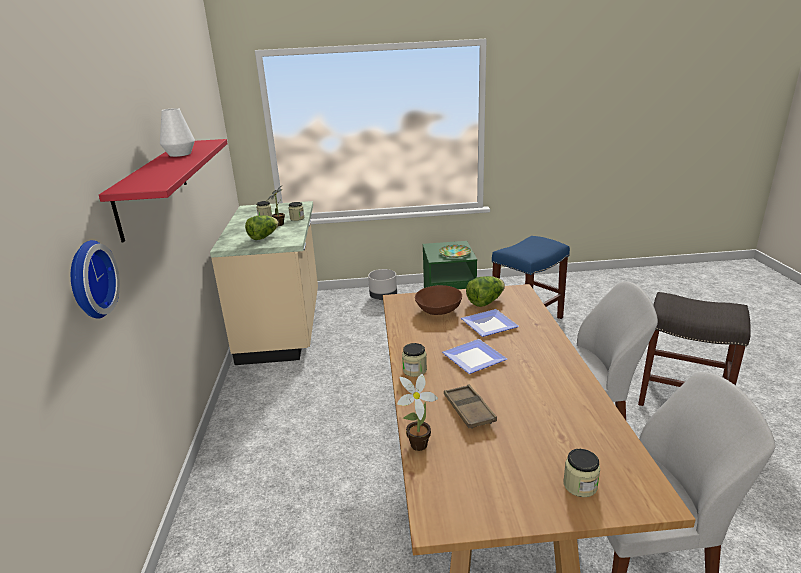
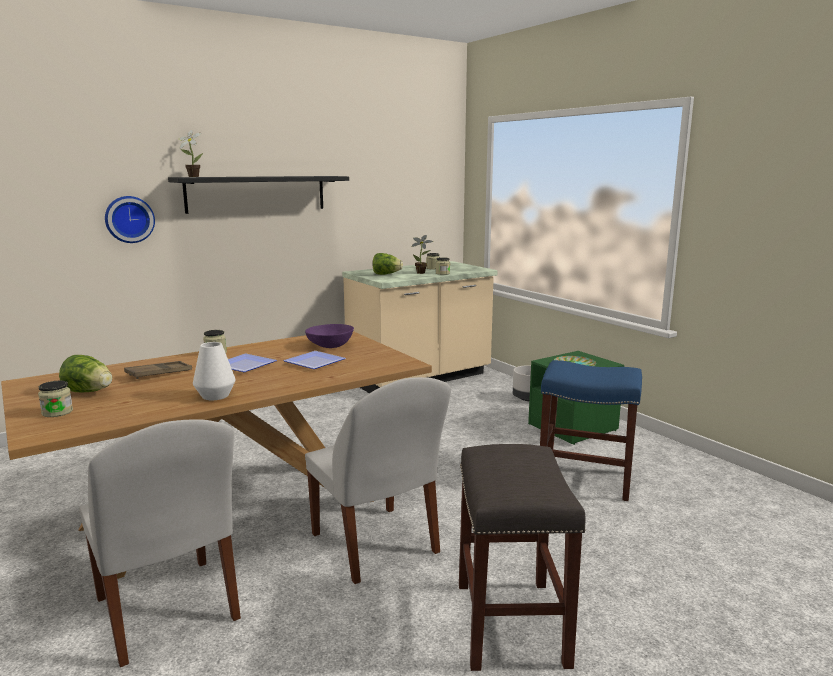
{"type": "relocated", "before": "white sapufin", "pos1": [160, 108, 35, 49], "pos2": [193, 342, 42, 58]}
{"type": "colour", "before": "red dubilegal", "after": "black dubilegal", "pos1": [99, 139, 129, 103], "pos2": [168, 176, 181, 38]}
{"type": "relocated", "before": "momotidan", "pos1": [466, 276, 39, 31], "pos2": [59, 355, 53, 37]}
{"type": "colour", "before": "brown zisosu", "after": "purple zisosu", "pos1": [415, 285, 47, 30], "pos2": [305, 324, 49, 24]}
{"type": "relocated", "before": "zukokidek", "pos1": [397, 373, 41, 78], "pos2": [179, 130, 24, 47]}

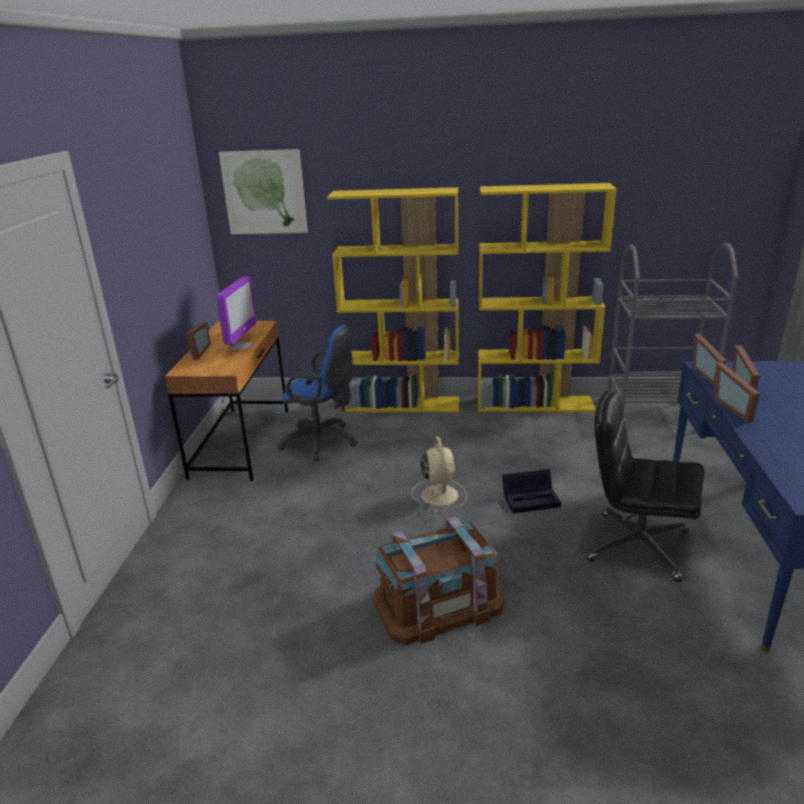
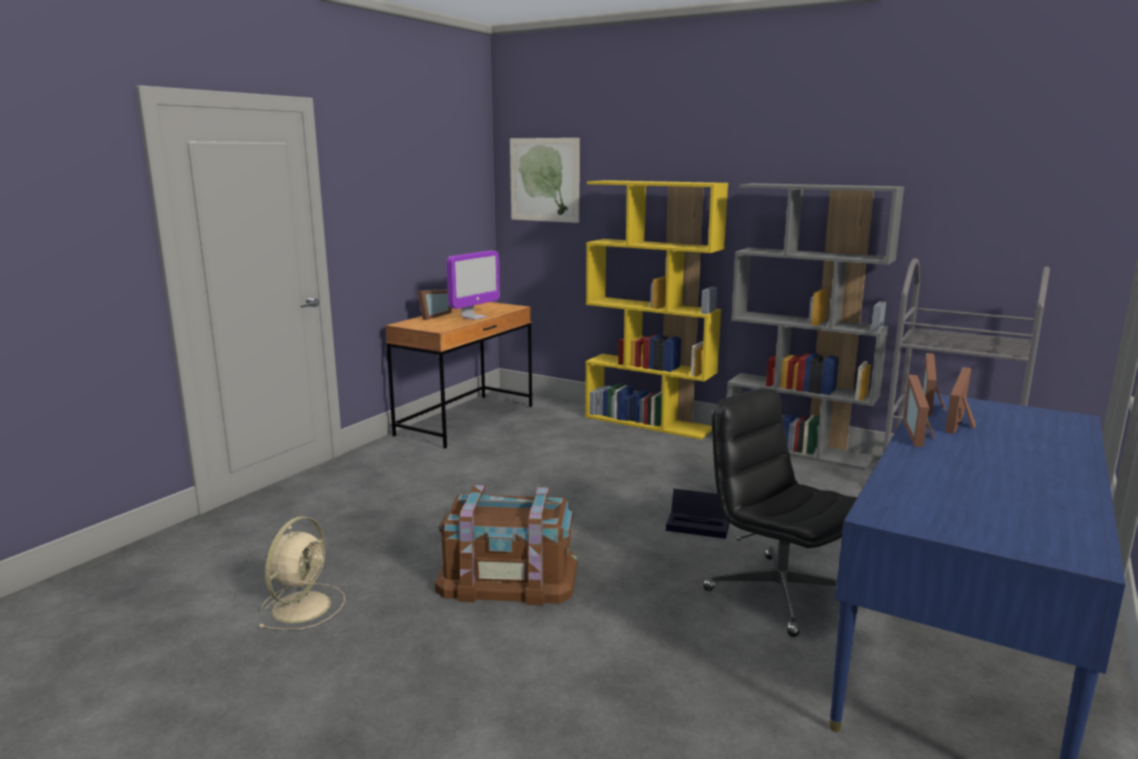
{"type": "colour", "before": "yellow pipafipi", "after": "grey pipafipi", "pos1": [478, 183, 139, 229], "pos2": [727, 183, 178, 287]}
{"type": "missing", "before": "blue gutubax", "pos1": [278, 325, 80, 136]}
{"type": "relocated", "before": "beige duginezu", "pos1": [411, 436, 56, 77], "pos2": [258, 516, 87, 114]}

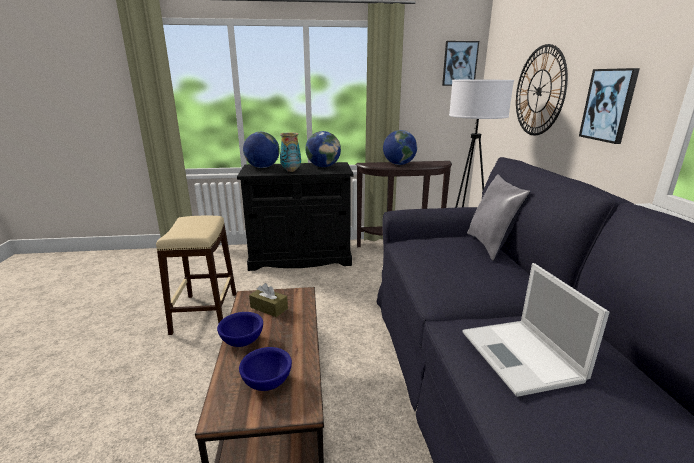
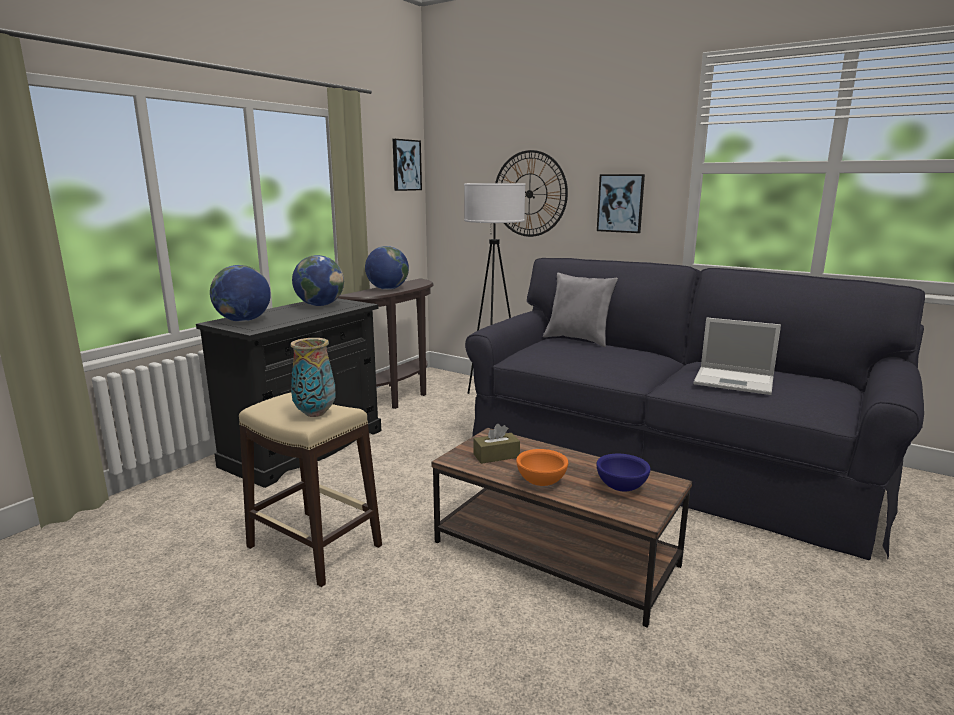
{"type": "relocated", "before": "sapufin", "pos1": [280, 132, 21, 40], "pos2": [290, 338, 46, 79]}
{"type": "colour", "before": "blue zisosu", "after": "orange zisosu", "pos1": [217, 312, 46, 35], "pos2": [516, 449, 52, 37]}

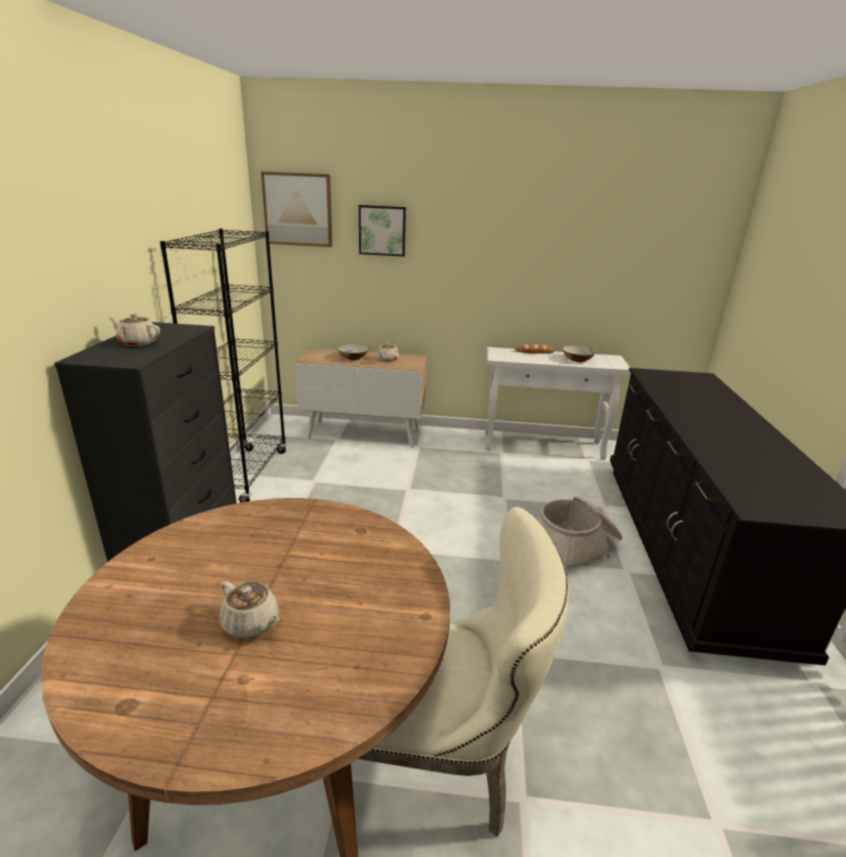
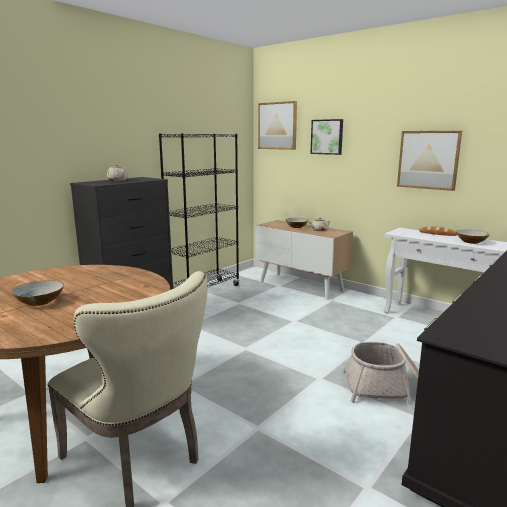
{"type": "exchanged", "before": "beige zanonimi", "after": "zisosu", "pos1": [220, 581, 59, 57], "pos2": [11, 280, 53, 26]}
{"type": "appeared", "after": "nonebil", "pos2": [397, 131, 65, 60]}

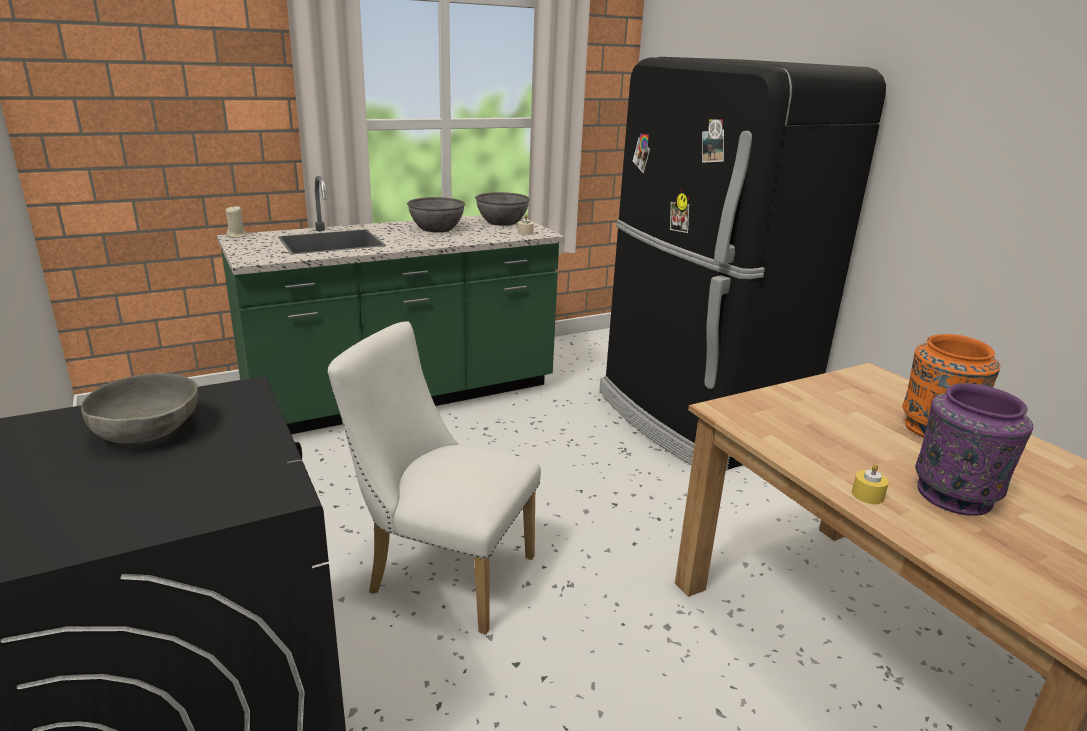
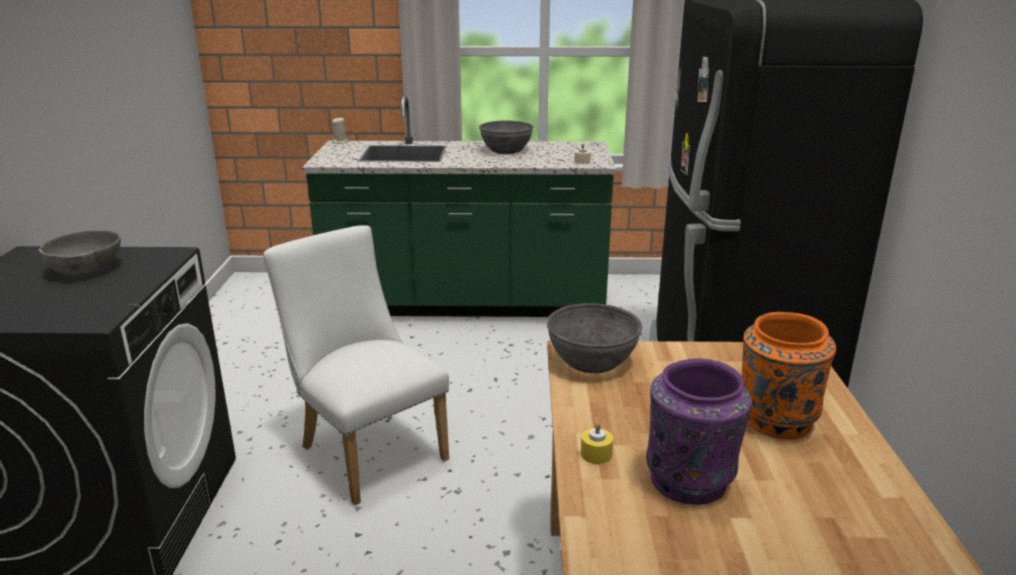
{"type": "relocated", "before": "grey zisosu", "pos1": [475, 192, 55, 34], "pos2": [546, 303, 96, 70]}

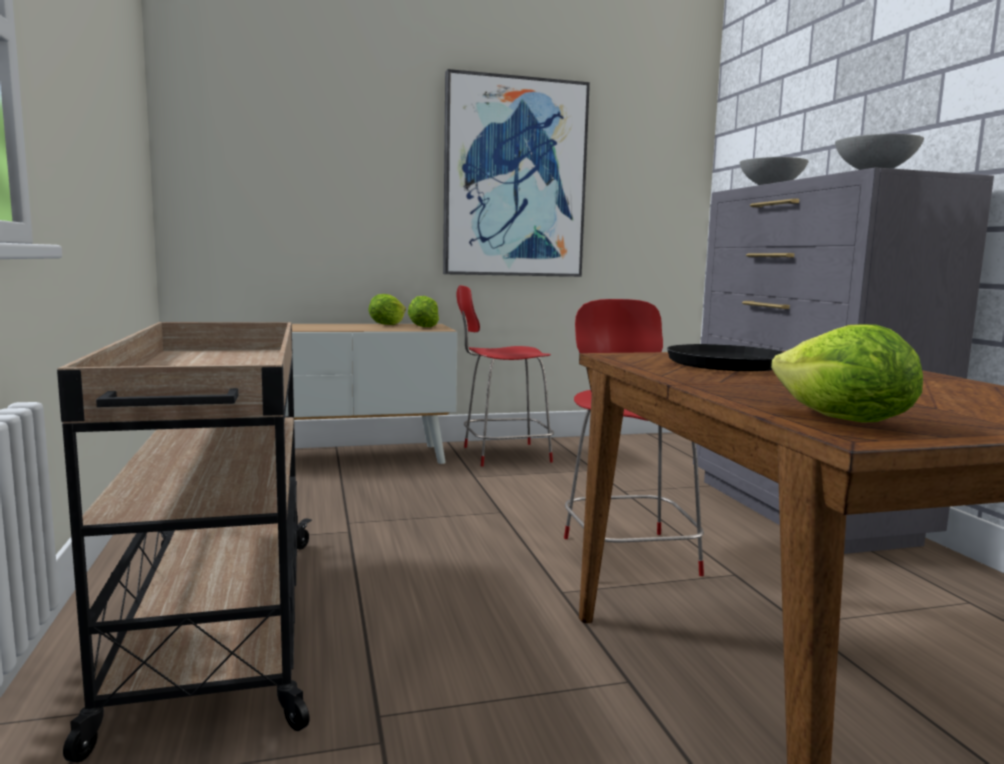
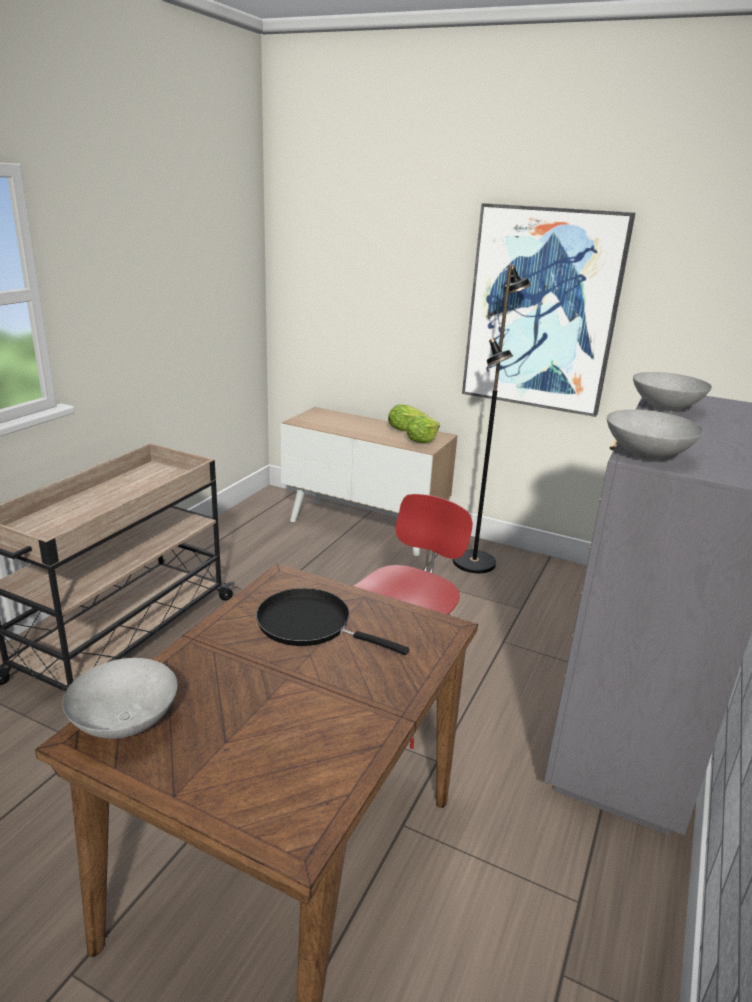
{"type": "exchanged", "before": "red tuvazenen", "after": "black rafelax", "pos1": [457, 285, 97, 182], "pos2": [453, 265, 78, 308]}
{"type": "exchanged", "before": "momotidan", "after": "grey zisosu", "pos1": [771, 324, 152, 99], "pos2": [63, 658, 114, 81]}

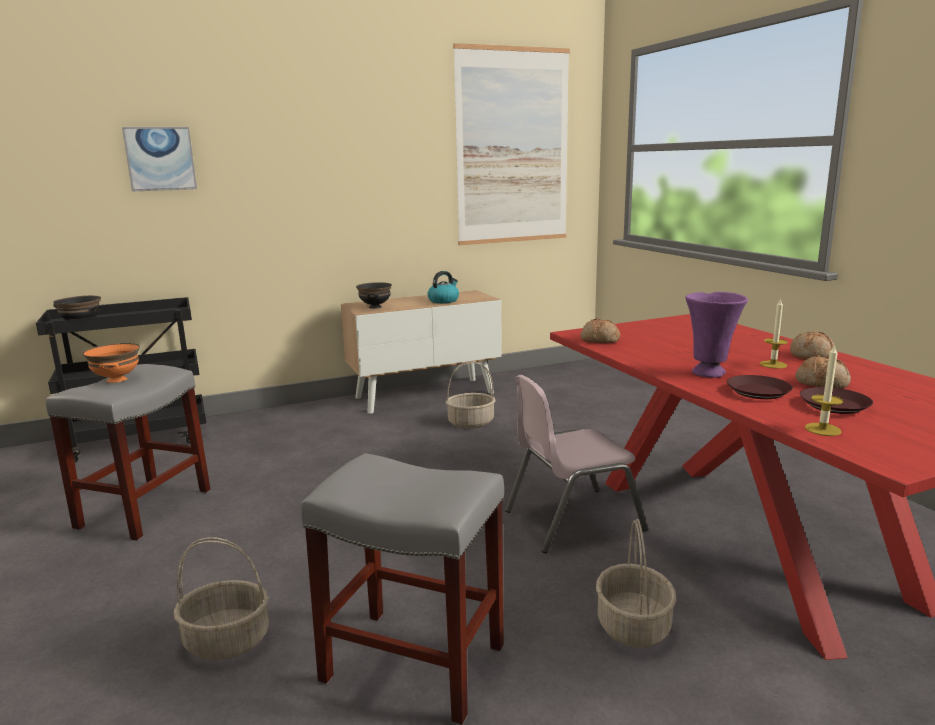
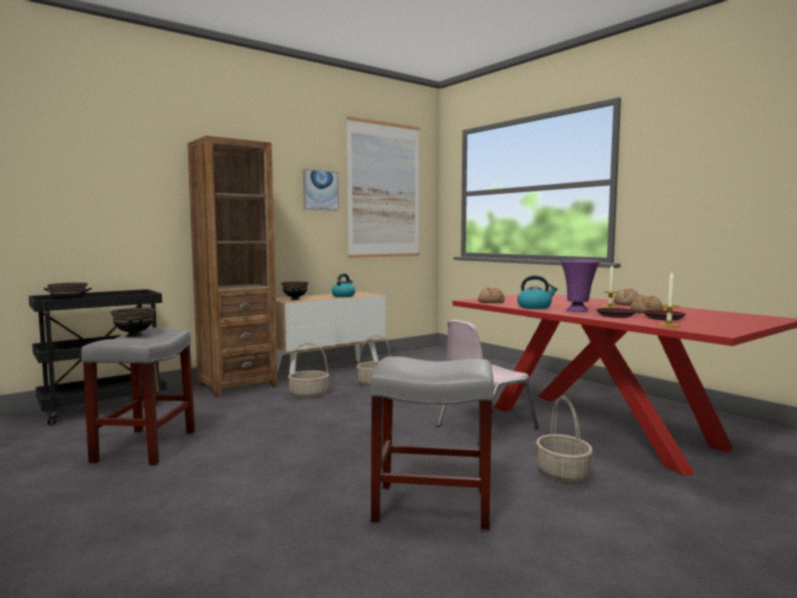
{"type": "relocated", "before": "nonebil", "pos1": [122, 127, 75, 64], "pos2": [303, 169, 36, 42]}
{"type": "colour", "before": "orange zisosu", "after": "black zisosu", "pos1": [83, 343, 57, 40], "pos2": [110, 308, 45, 29]}
{"type": "relocated", "before": "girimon", "pos1": [174, 537, 95, 123], "pos2": [288, 343, 41, 55]}
{"type": "appeared", "after": "brown pipafipi", "pos2": [187, 136, 91, 261]}
{"type": "appeared", "after": "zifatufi", "pos2": [517, 275, 41, 34]}

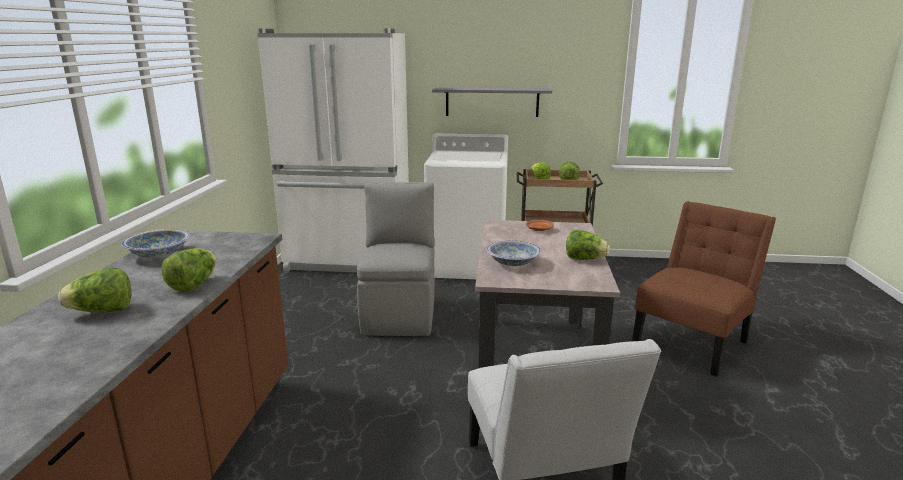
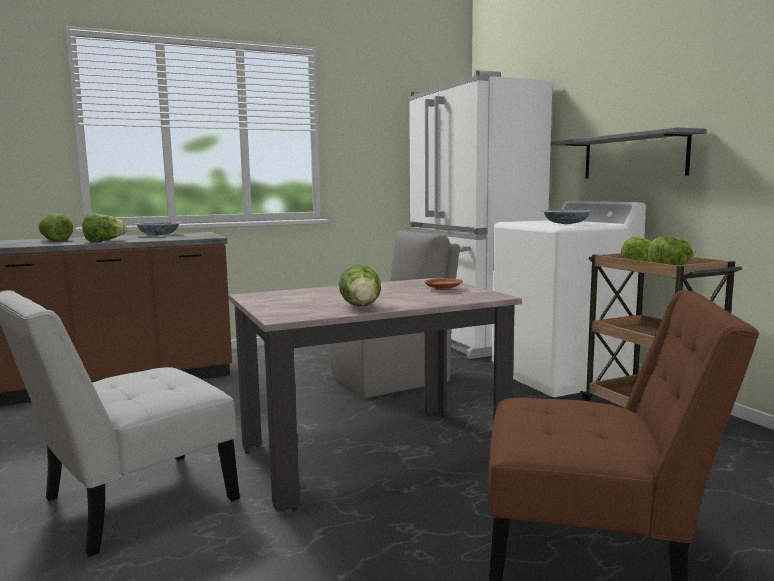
{"type": "relocated", "before": "zisosu", "pos1": [487, 240, 54, 26], "pos2": [541, 210, 52, 14]}

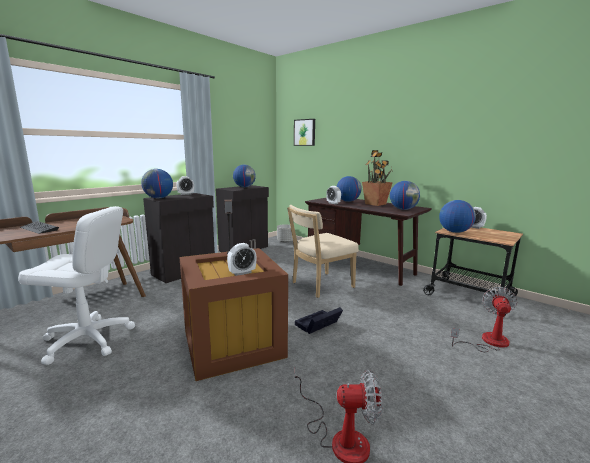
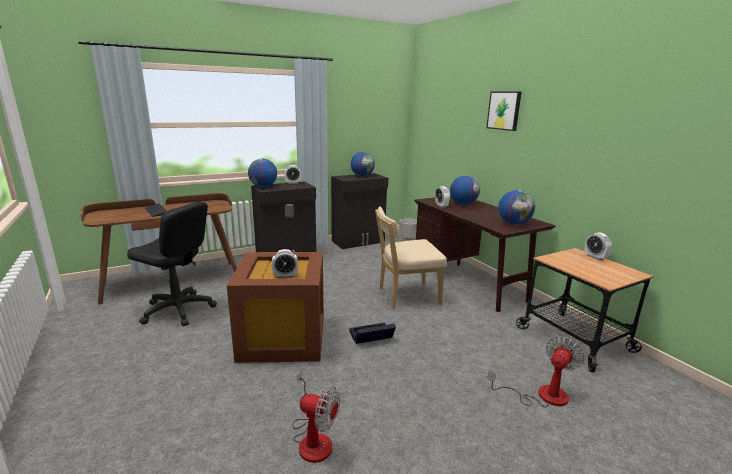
{"type": "relocated", "before": "nonebil", "pos1": [294, 119, 21, 27], "pos2": [486, 91, 36, 40]}
{"type": "missing", "before": "zukokidek", "pos1": [362, 150, 31, 56]}
{"type": "missing", "before": "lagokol", "pos1": [439, 200, 37, 33]}
{"type": "colour", "before": "white gutubax", "after": "black gutubax", "pos1": [18, 206, 117, 159], "pos2": [127, 202, 90, 124]}

